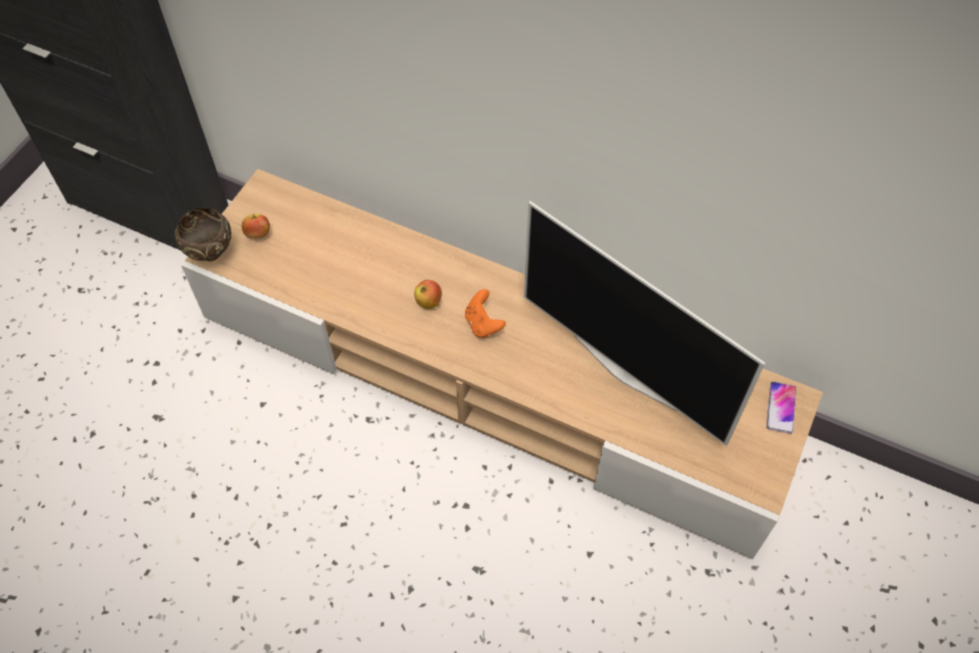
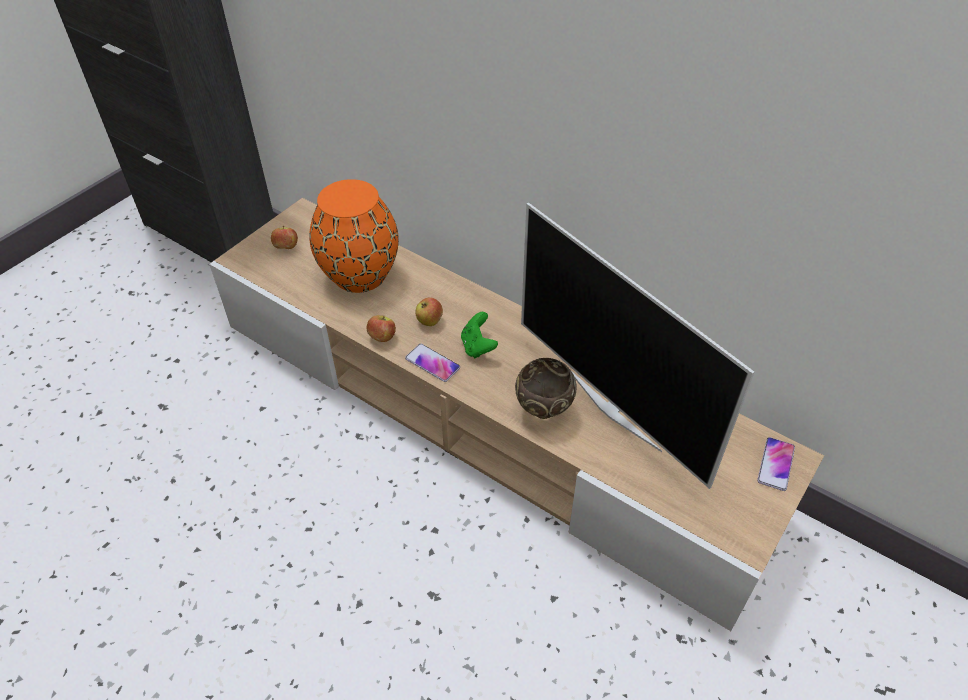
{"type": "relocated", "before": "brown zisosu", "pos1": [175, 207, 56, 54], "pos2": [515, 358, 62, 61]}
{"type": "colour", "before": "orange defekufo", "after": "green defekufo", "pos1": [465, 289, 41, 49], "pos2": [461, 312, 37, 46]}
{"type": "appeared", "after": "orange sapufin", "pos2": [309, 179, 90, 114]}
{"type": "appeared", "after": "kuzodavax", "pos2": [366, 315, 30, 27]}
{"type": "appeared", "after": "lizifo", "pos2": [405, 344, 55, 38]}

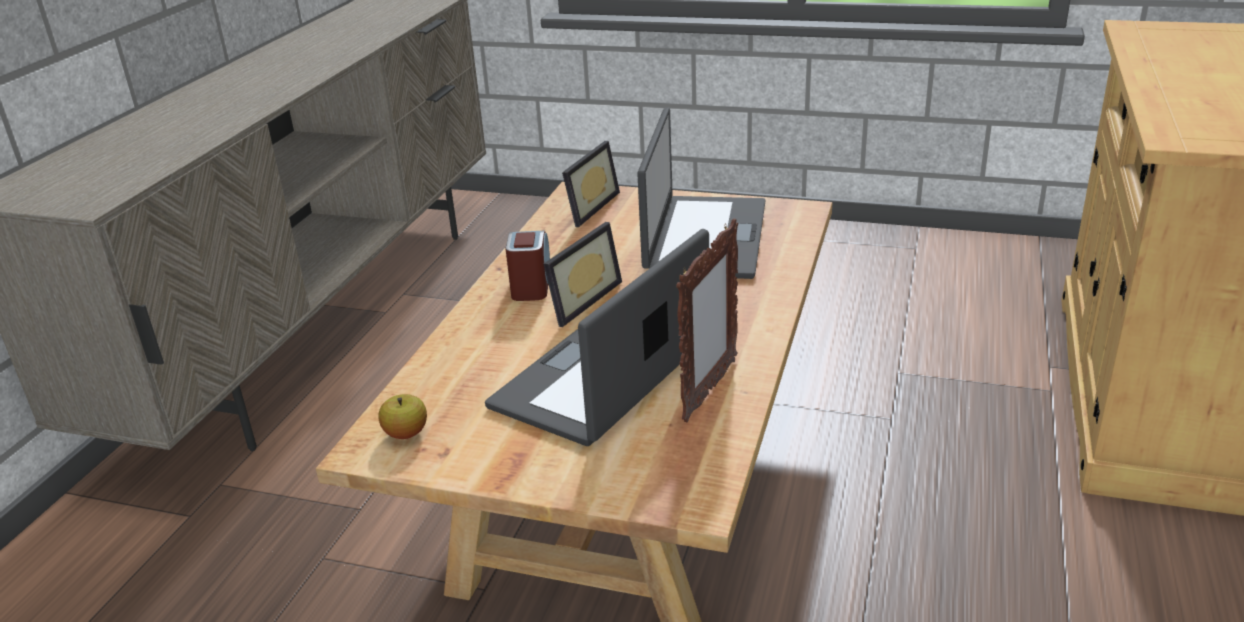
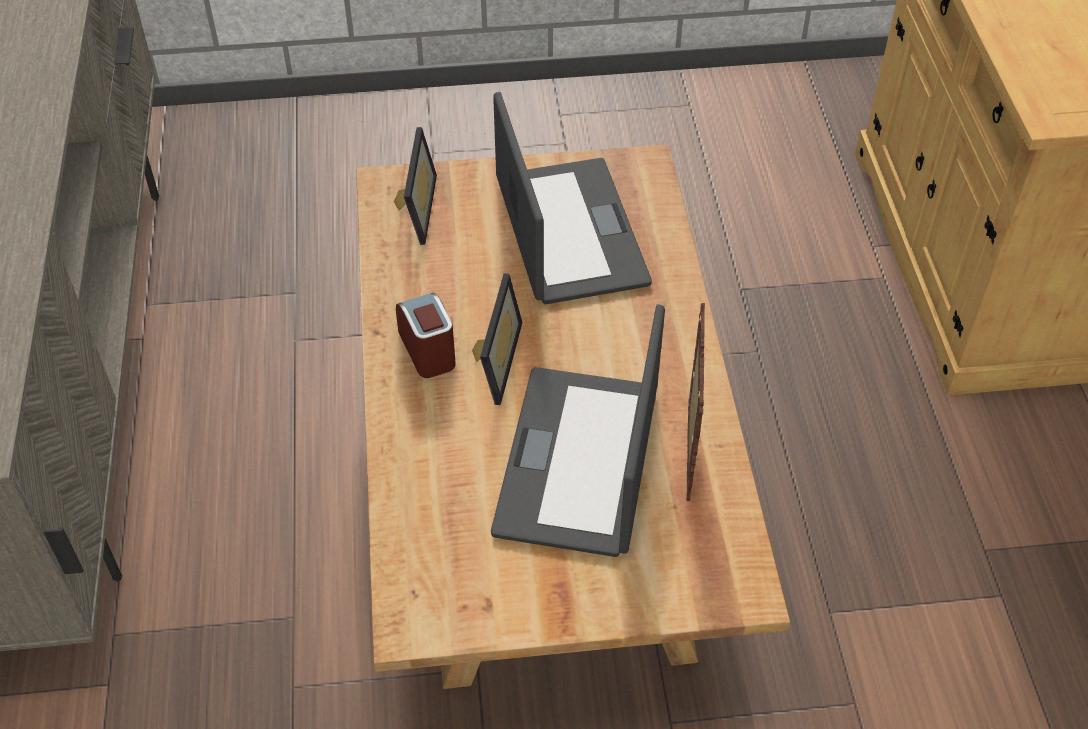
{"type": "missing", "before": "kuzodavax", "pos1": [379, 394, 48, 45]}

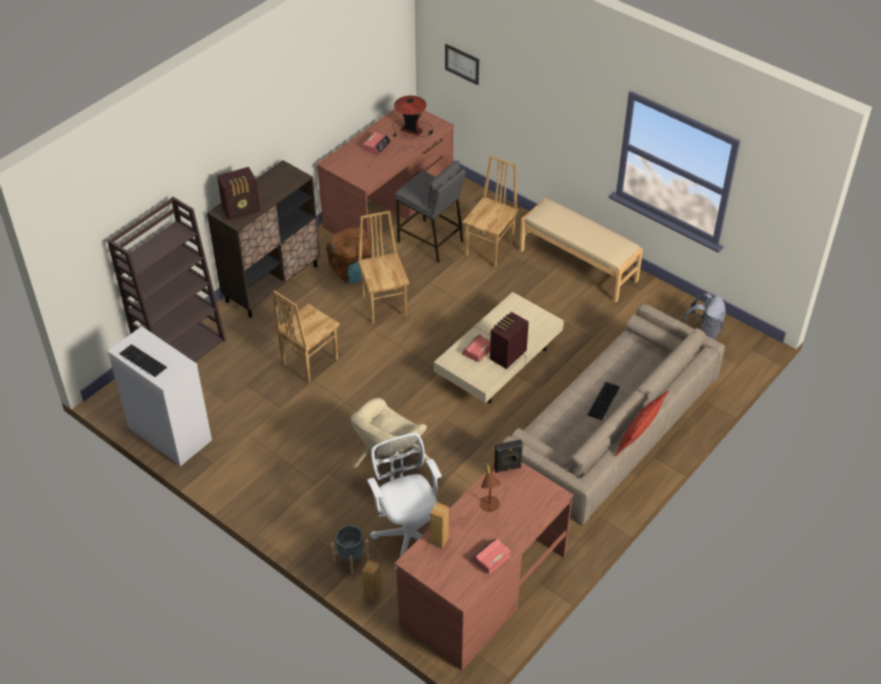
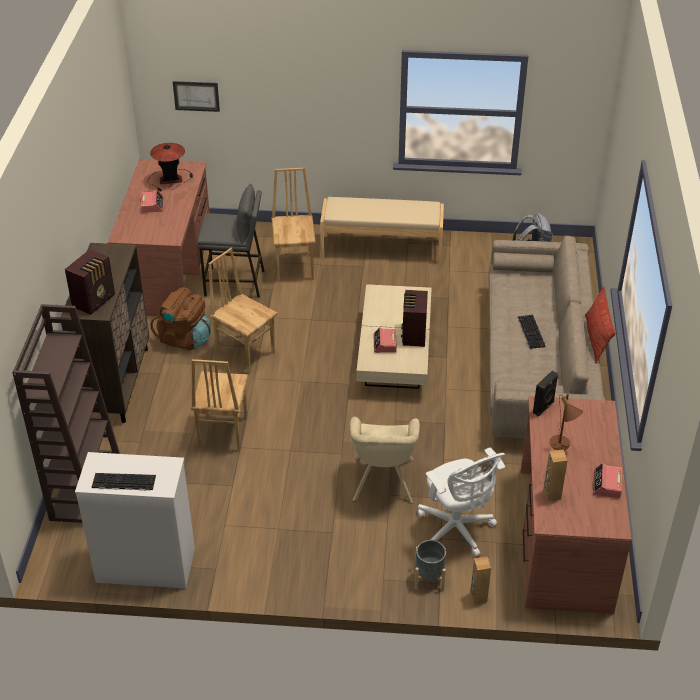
{"type": "spun", "before": "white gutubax", "pos1": [367, 433, 75, 136], "pos2": [418, 447, 87, 110], "turn": -150}

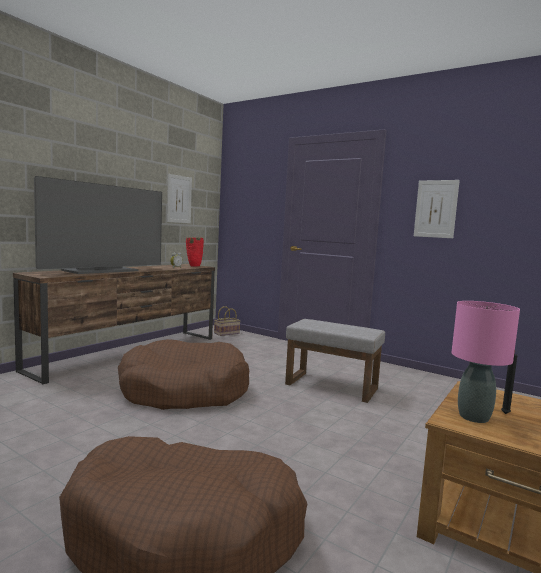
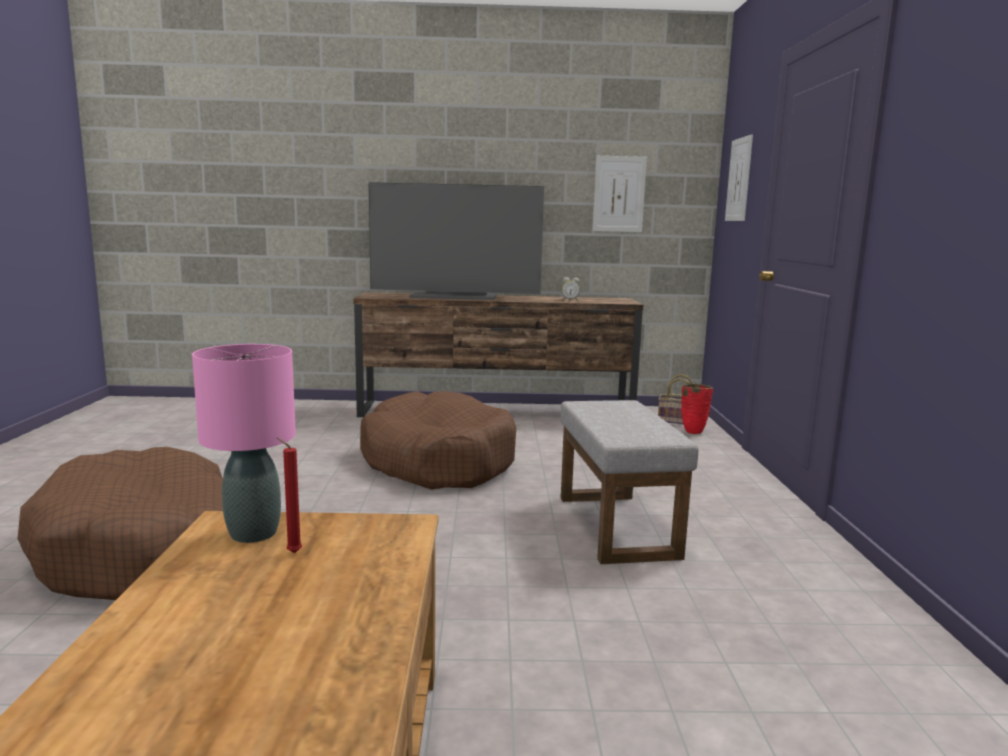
{"type": "relocated", "before": "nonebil", "pos1": [414, 180, 46, 58], "pos2": [725, 134, 28, 87]}
{"type": "relocated", "before": "red sapufin", "pos1": [186, 237, 18, 30], "pos2": [681, 384, 32, 50]}
{"type": "colour", "before": "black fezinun", "after": "red fezinun", "pos1": [501, 351, 16, 63], "pos2": [276, 437, 26, 116]}

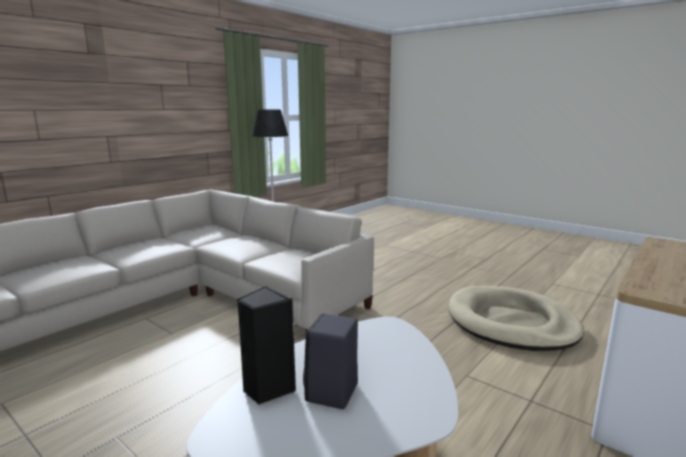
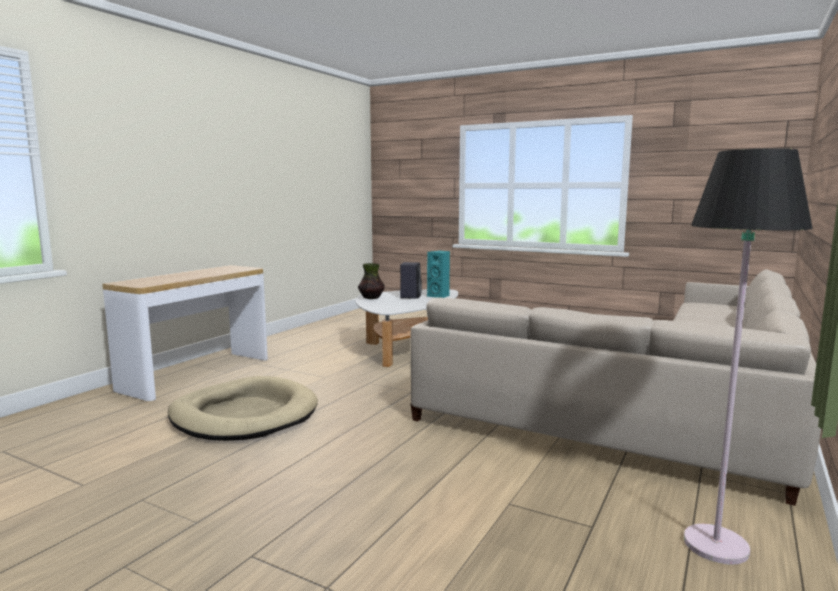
{"type": "colour", "before": "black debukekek", "after": "turquoise debukekek", "pos1": [237, 286, 59, 119], "pos2": [427, 251, 23, 47]}
{"type": "appeared", "after": "sapufin", "pos2": [358, 263, 27, 36]}

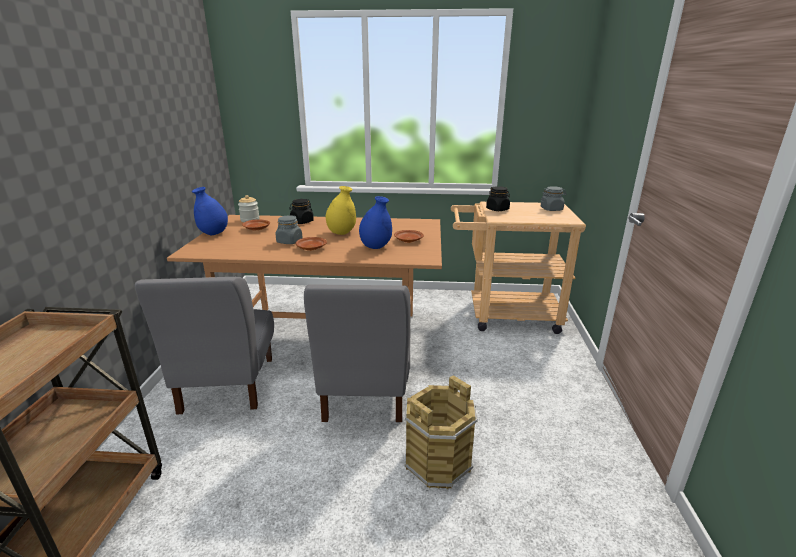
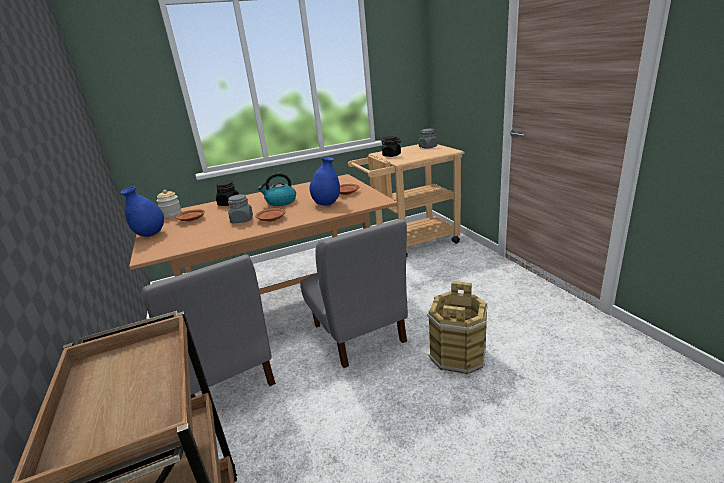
{"type": "exchanged", "before": "yellow sapufin", "after": "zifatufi", "pos1": [326, 186, 30, 49], "pos2": [258, 173, 38, 33]}

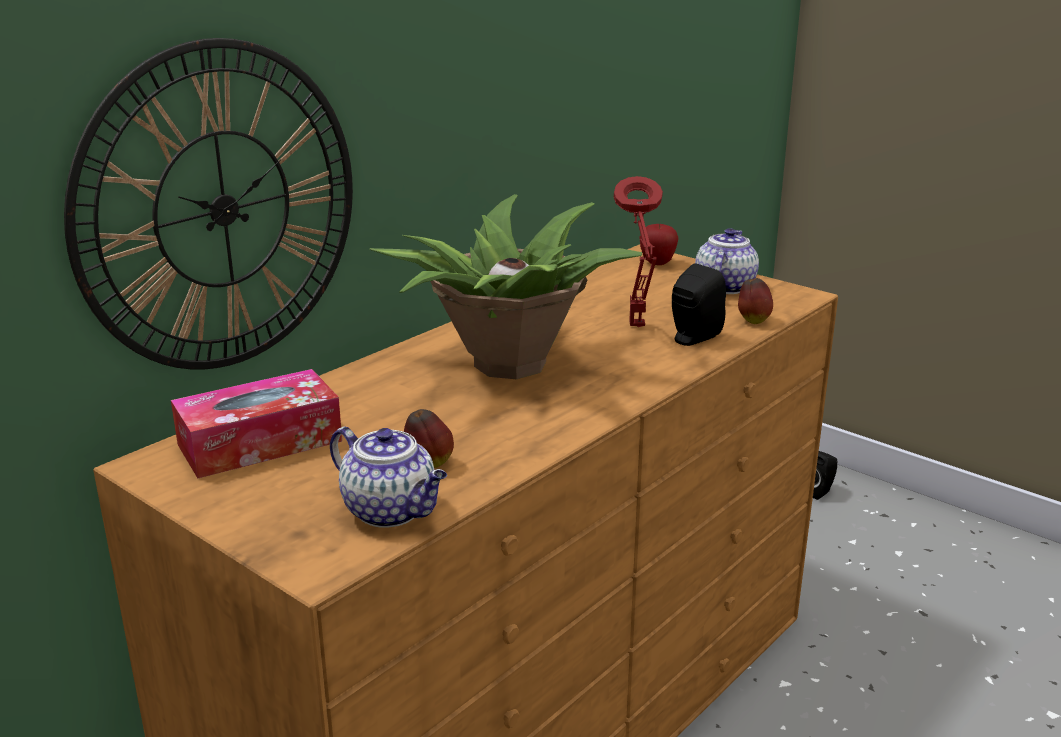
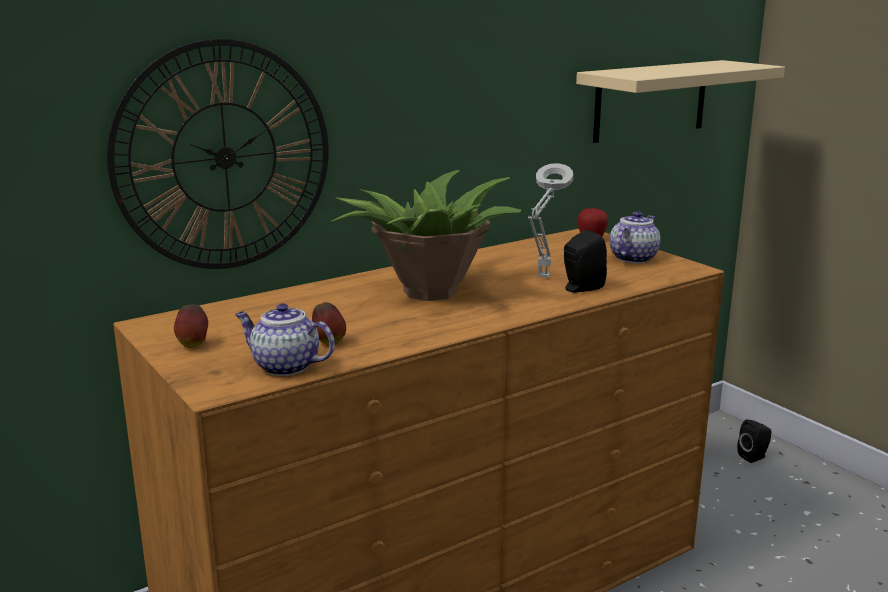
{"type": "colour", "before": "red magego", "after": "grey magego", "pos1": [614, 176, 49, 151], "pos2": [528, 163, 45, 115]}
{"type": "relocated", "before": "kuzodavax", "pos1": [738, 278, 35, 46], "pos2": [174, 304, 34, 44]}
{"type": "missing", "before": "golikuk", "pos1": [171, 369, 171, 109]}
{"type": "spun", "before": "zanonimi", "pos1": [330, 427, 117, 101], "pos2": [235, 303, 100, 73], "turn": 150}
{"type": "appeared", "after": "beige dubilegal", "pos2": [576, 60, 209, 83]}

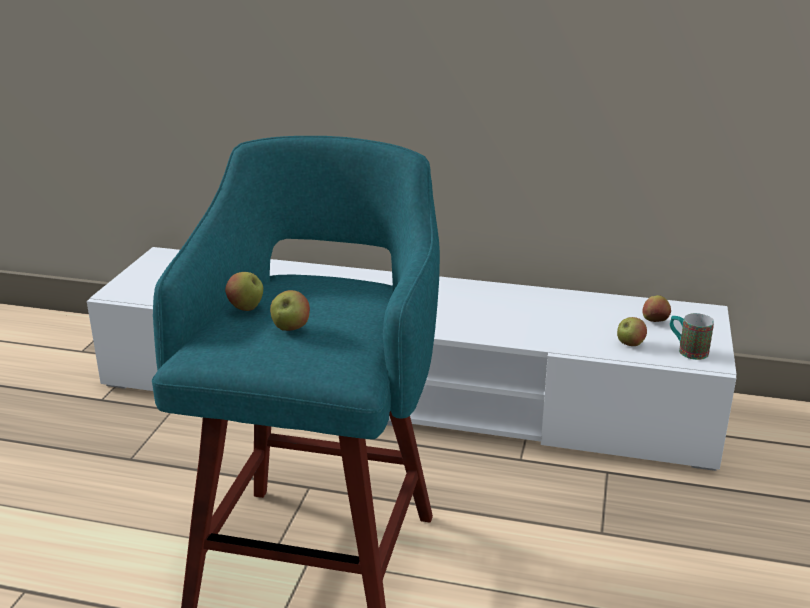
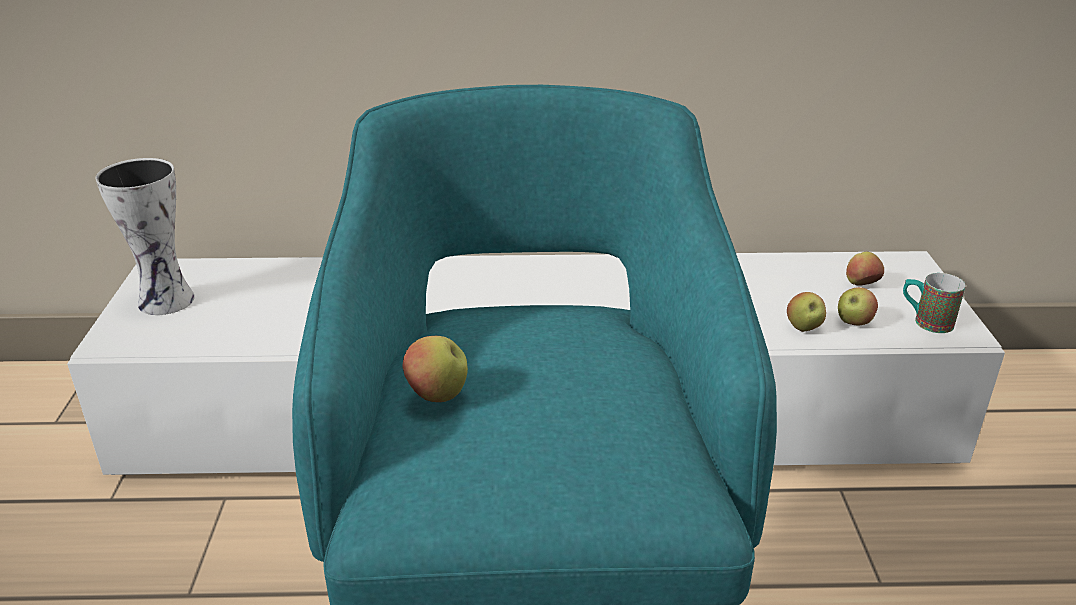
{"type": "relocated", "before": "kuzodavax", "pos1": [270, 290, 40, 41], "pos2": [787, 292, 39, 40]}
{"type": "appeared", "after": "sapufin", "pos2": [96, 158, 99, 157]}

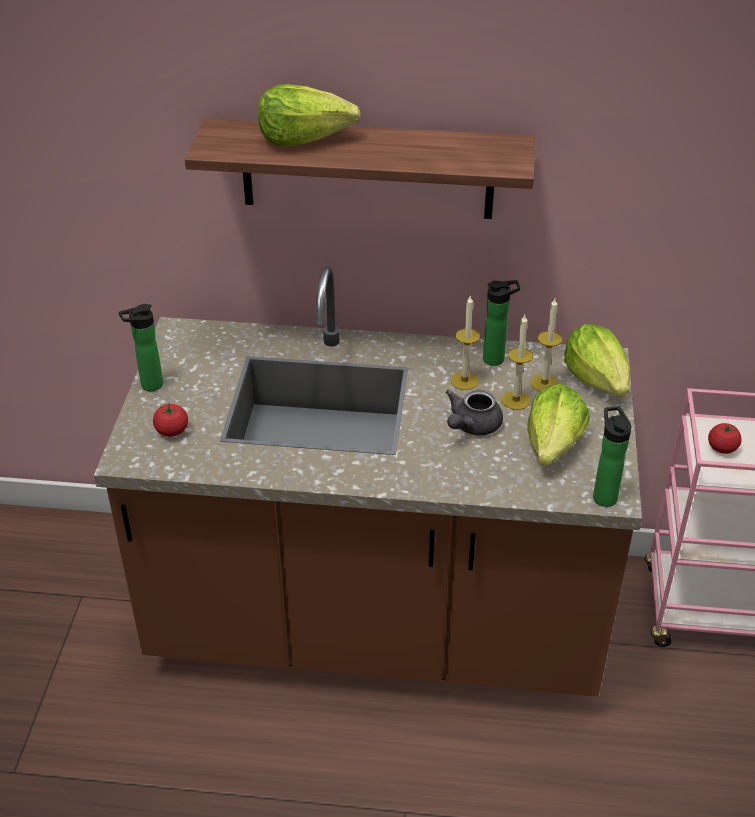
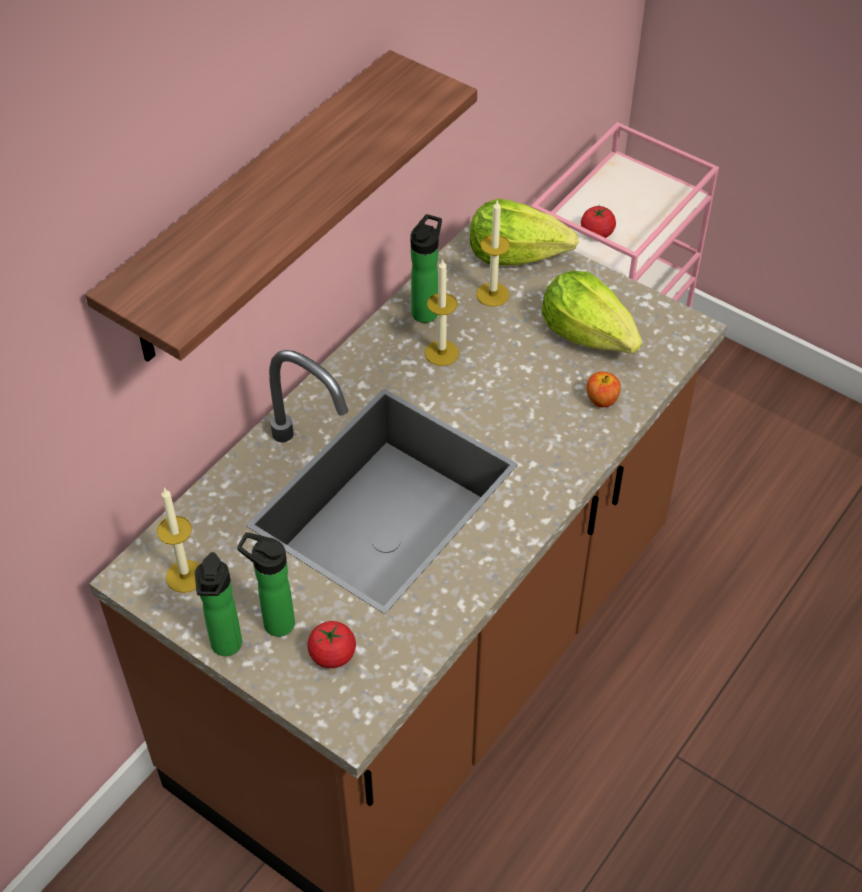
{"type": "missing", "before": "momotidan", "pos1": [258, 84, 103, 62]}
{"type": "relocated", "before": "fezinun", "pos1": [502, 315, 31, 95], "pos2": [157, 488, 43, 105]}
{"type": "missing", "before": "grey zanonimi", "pos1": [445, 390, 58, 45]}
{"type": "relocated", "before": "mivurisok", "pos1": [593, 406, 38, 101], "pos2": [237, 532, 58, 105]}
{"type": "appeared", "after": "kuzodavax", "pos2": [586, 372, 35, 35]}

